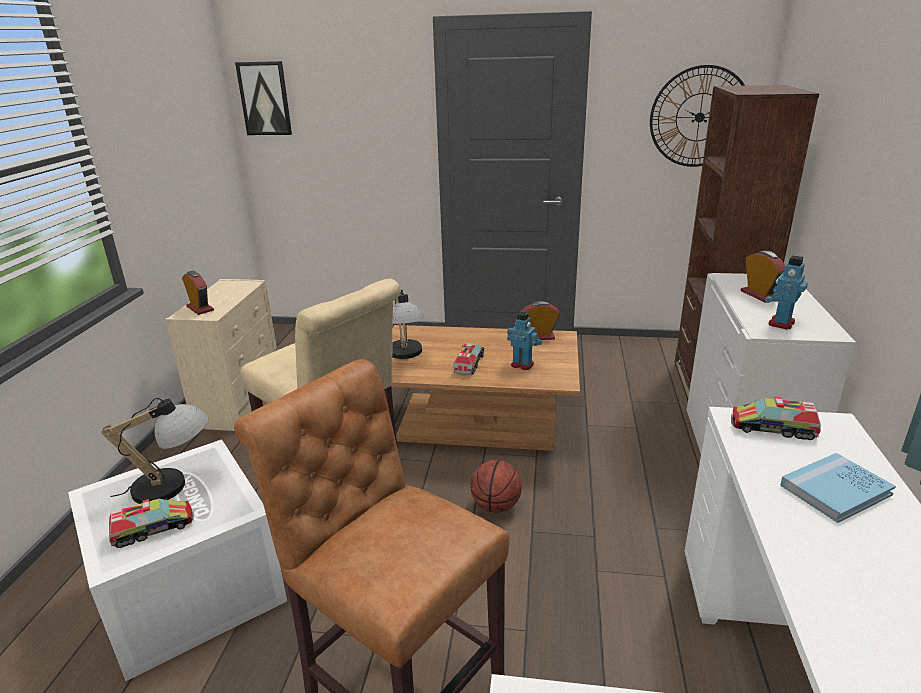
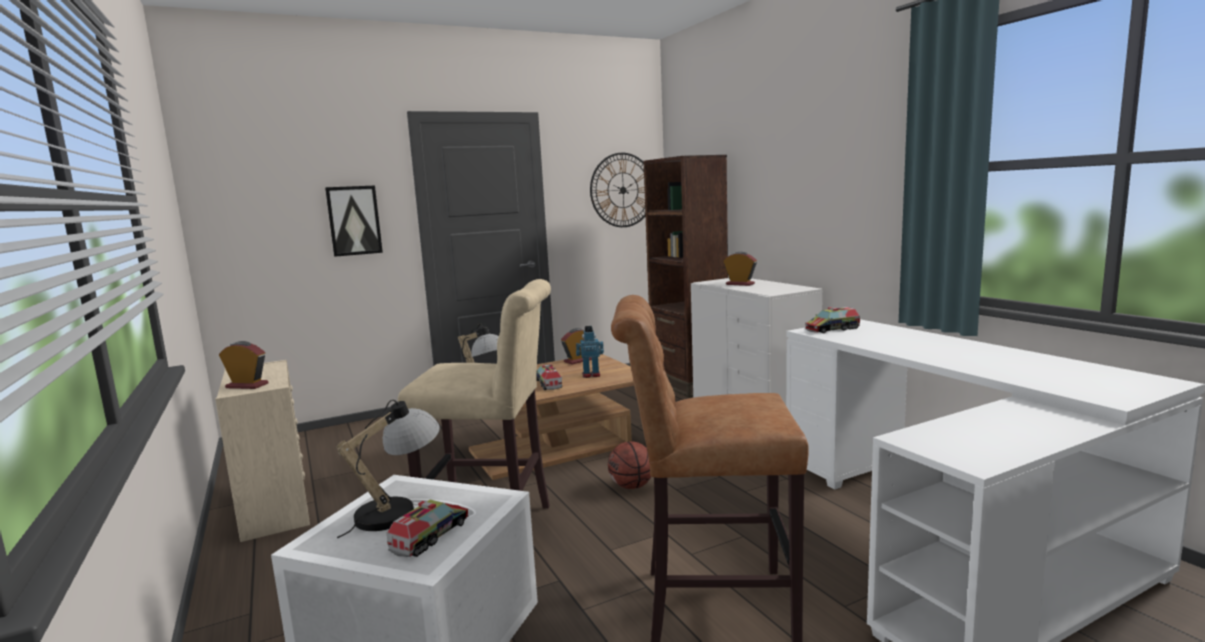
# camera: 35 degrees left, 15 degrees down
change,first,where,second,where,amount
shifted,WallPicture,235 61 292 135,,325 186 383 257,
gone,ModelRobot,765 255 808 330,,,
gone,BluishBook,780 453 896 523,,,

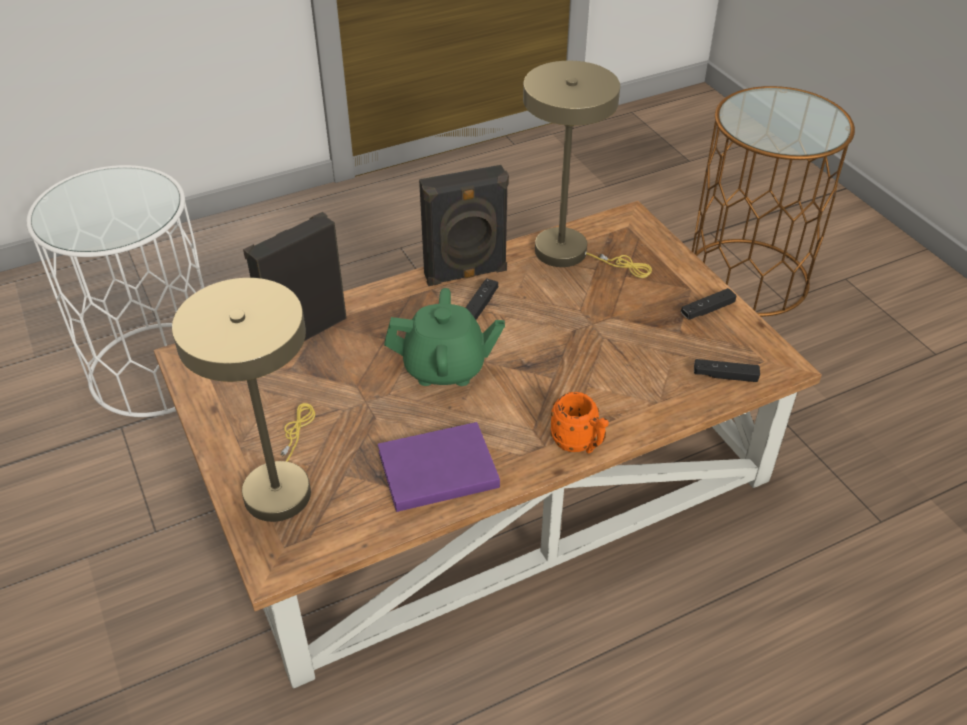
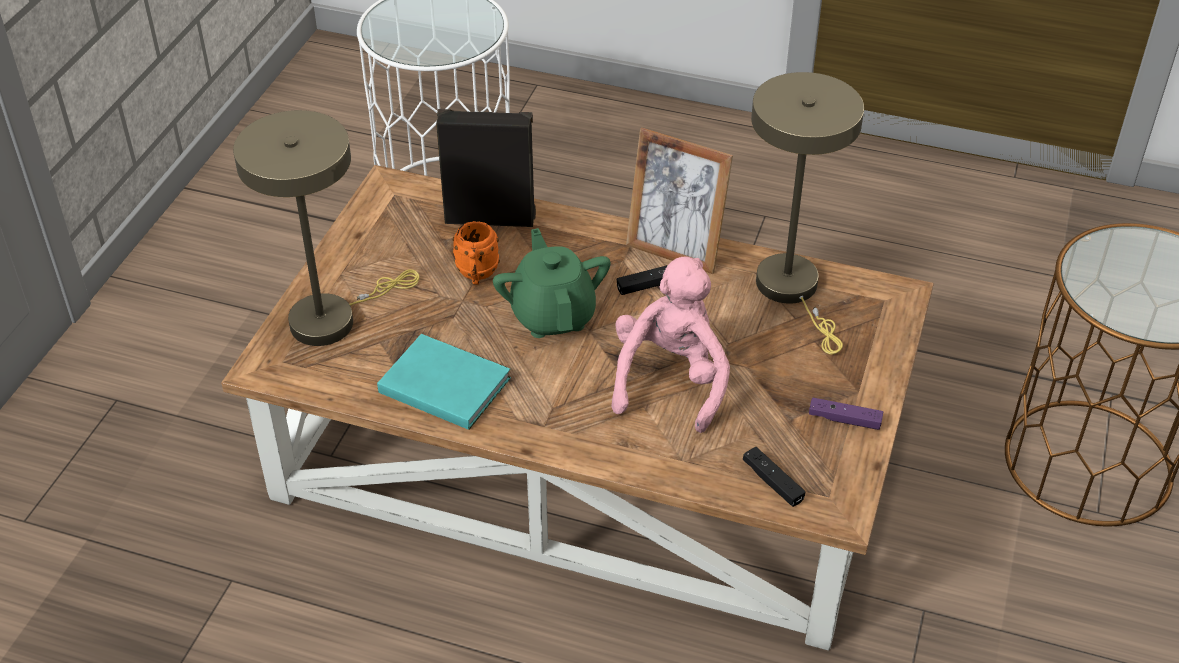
# camera: 45 degrees right, 0 degrees up
change,first,where,second,where,amount
repainted,PurplishBook,378 422 500 512,TurquoiseColouredBook,377 334 511 430,
rotated,GreenishPotForTea,384 288 505 386,,493 228 611 338,150 degrees counterclockwise
swapped,BlackLoudspeaker,419 165 509 286,PictureFrame,626 128 733 274,
shifted,OrangeColouredMug,550 392 609 454,,453 221 500 285,
repainted,BlackGamepad,681 288 736 320,PurplishGamepad,809 398 883 430,
new,,,PinkishSoftToy,611 256 730 433,

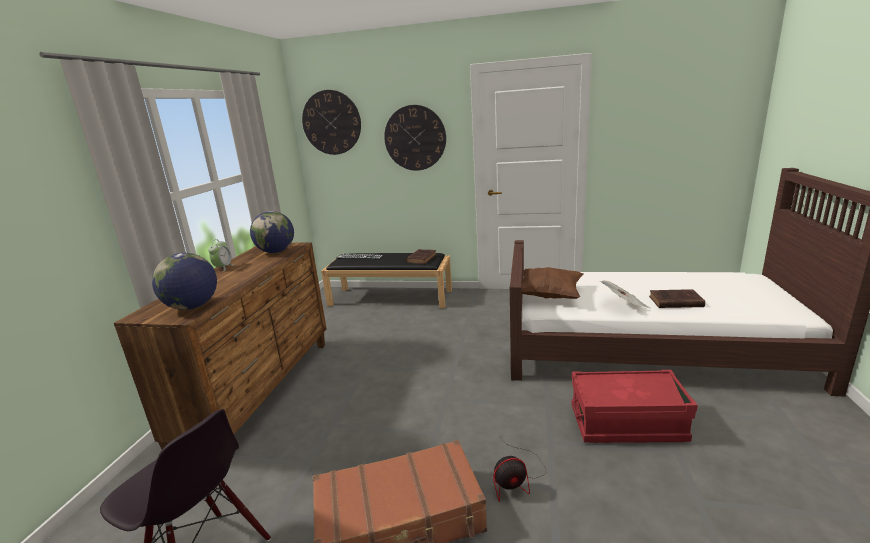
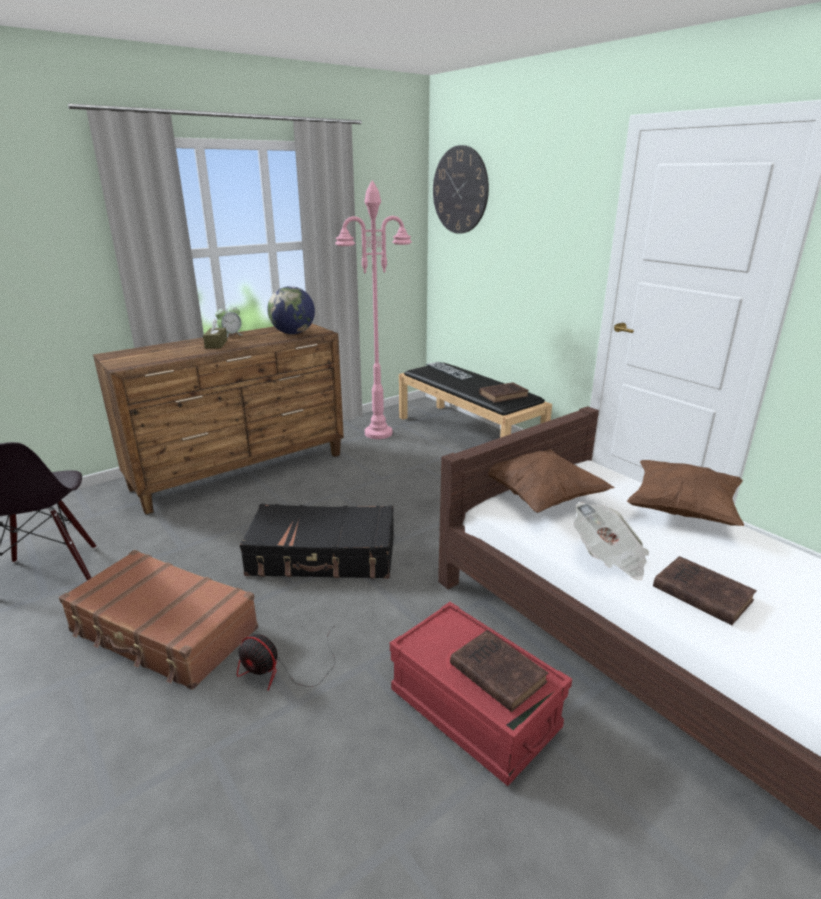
# camera: 40 degrees right, 5 degrees up
change,first,where,second,where,amount
gone,DeskGlobe,152 253 217 310,,,
gone,WallClock,384 105 446 171,,,
new,,,BrownishBoxOfTissues,203 319 227 349,
new,,,BlackSuitcase,240 504 394 579,
new,,,PinkishStandingLamp,335 180 412 439,
new,,,BrownishBook,450 630 548 712,
new,,,BrownishCushion,627 460 744 526,

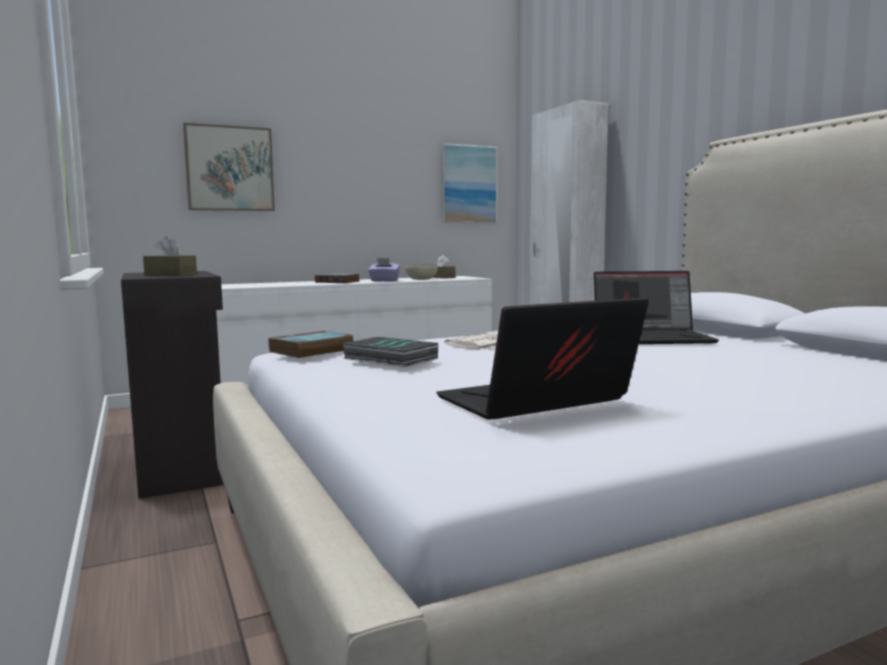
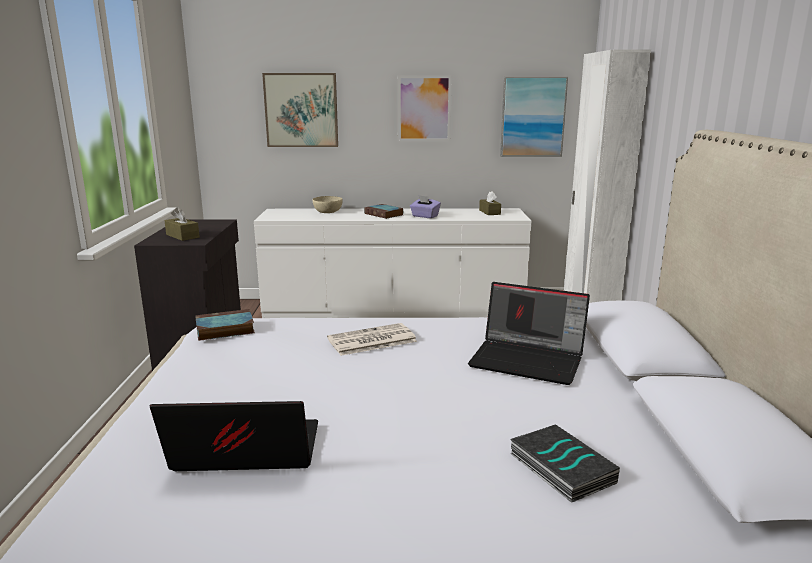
# camera: 25 degrees right, 10 degrees up
change,first,where,second,where,amount
shifted,Book,342 337 438 367,,510 425 620 503,
shifted,BeigeBowl,405 264 438 280,,313 196 343 213,
new,,,WallPicture,398 75 452 142,

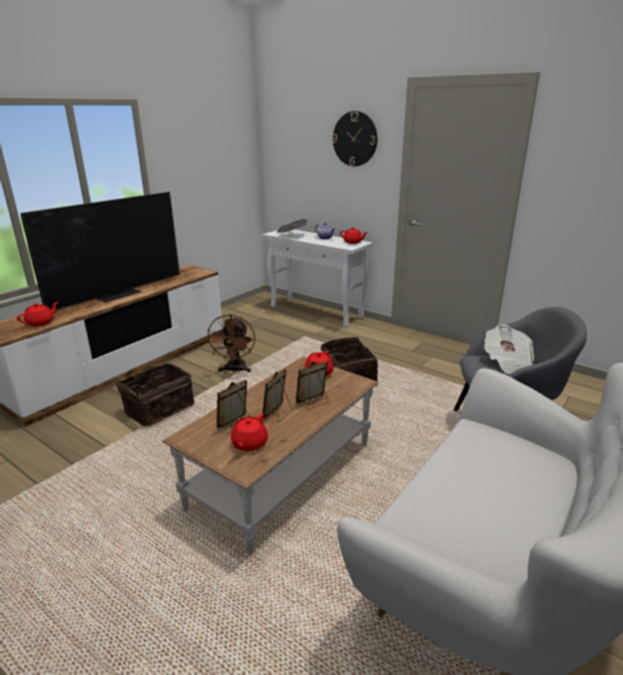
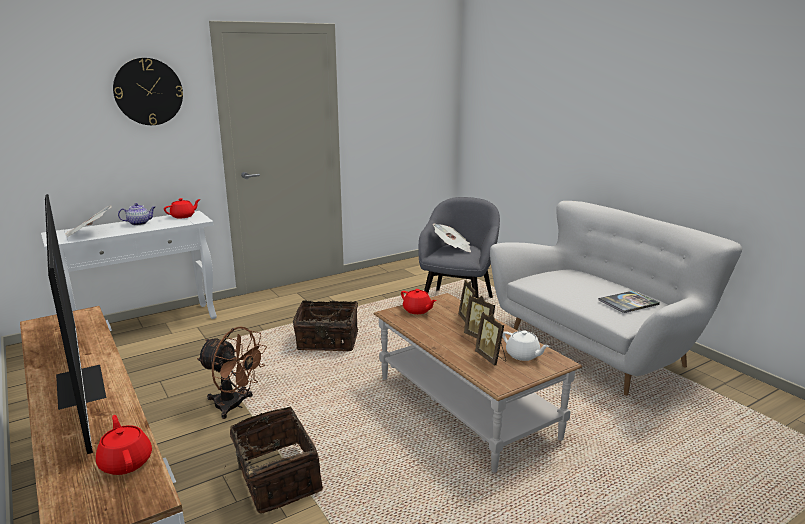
# camera: 70 degrees left, 5 degrees down
change,first,where,second,where,amount
repainted,RedPotForTea,231 414 268 451,WhiteColouredPotForTea,502 330 550 361,
new,,,Book,598 291 660 313,

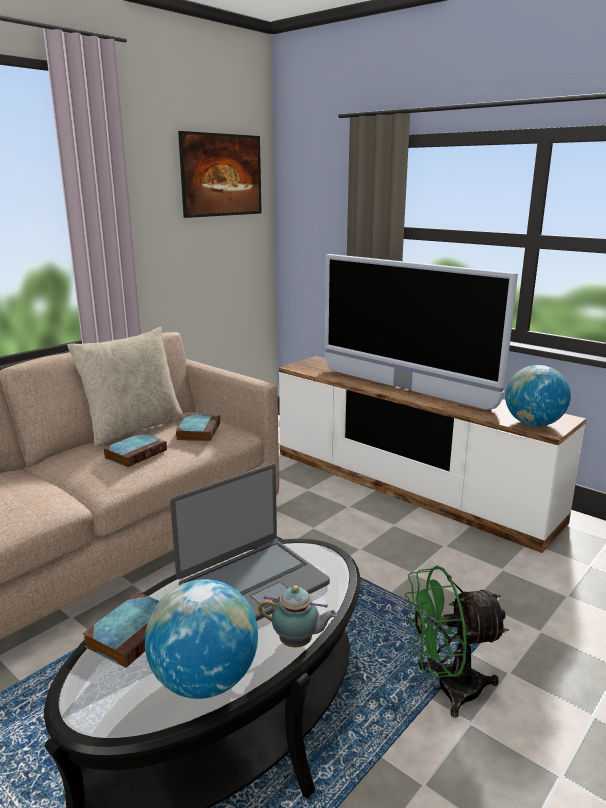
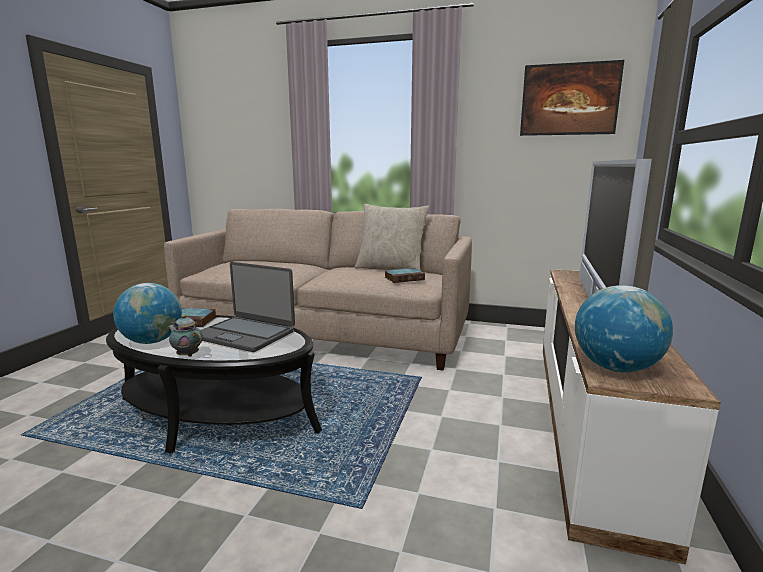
# camera: 65 degrees right, 5 degrees down
change,first,where,second,where,amount
gone,Book,104 433 167 467,,,
rotated,PotForTea,258 585 337 647,,168 315 203 357,135 degrees clockwise
gone,GreenishElectricFan,404 566 509 718,,,

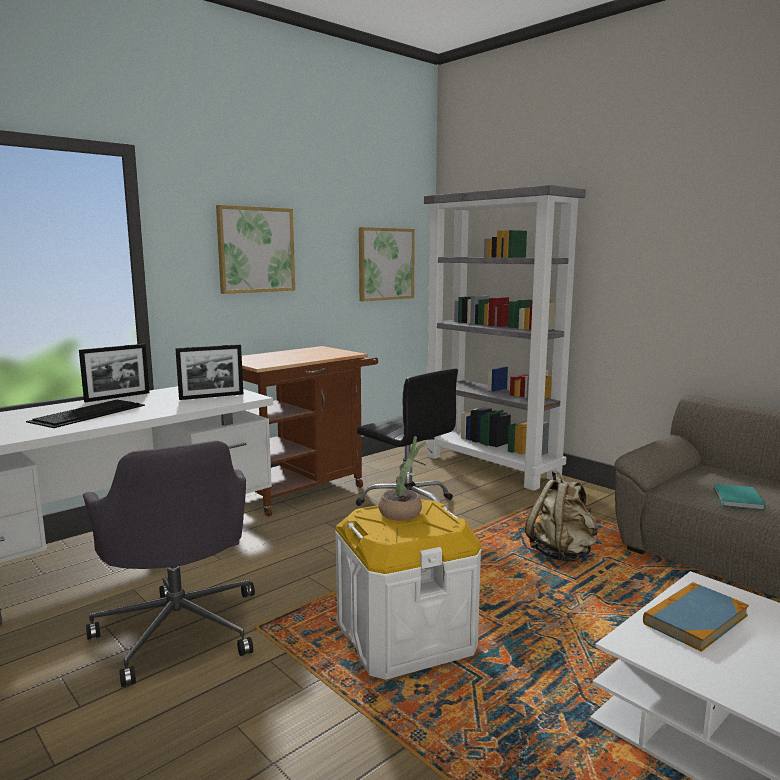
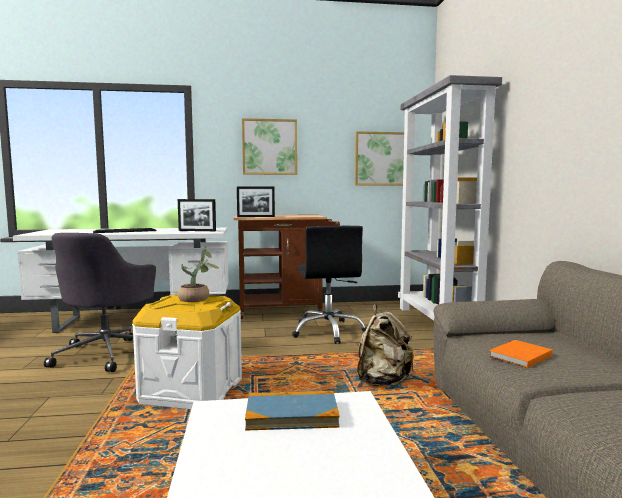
# camera: 35 degrees right, 5 degrees down
change,first,where,second,where,amount
shifted,PictureFrame,79 344 149 402,,237 186 275 217,
repainted,TurquoiseColouredBook,713 484 765 511,OrangeColouredBook,489 340 553 368,

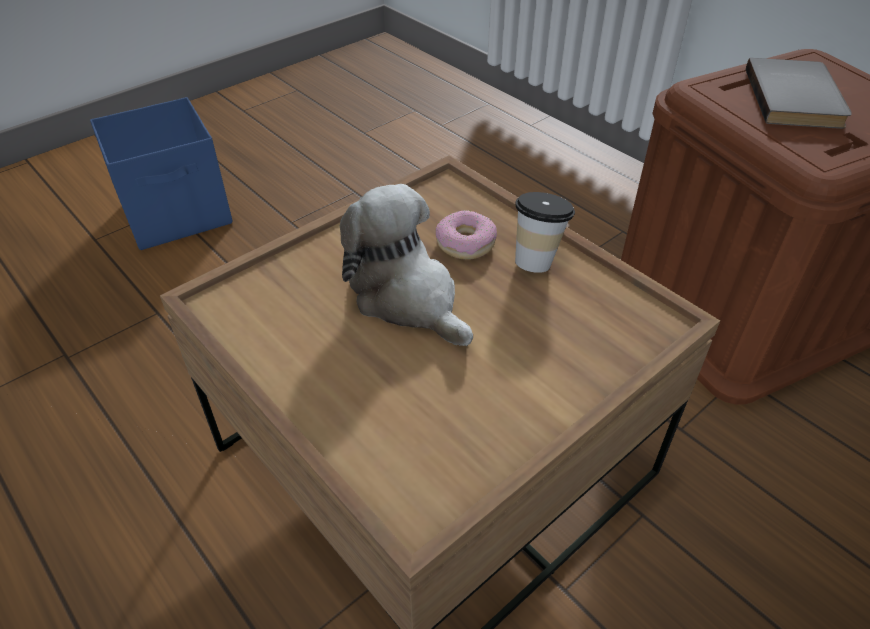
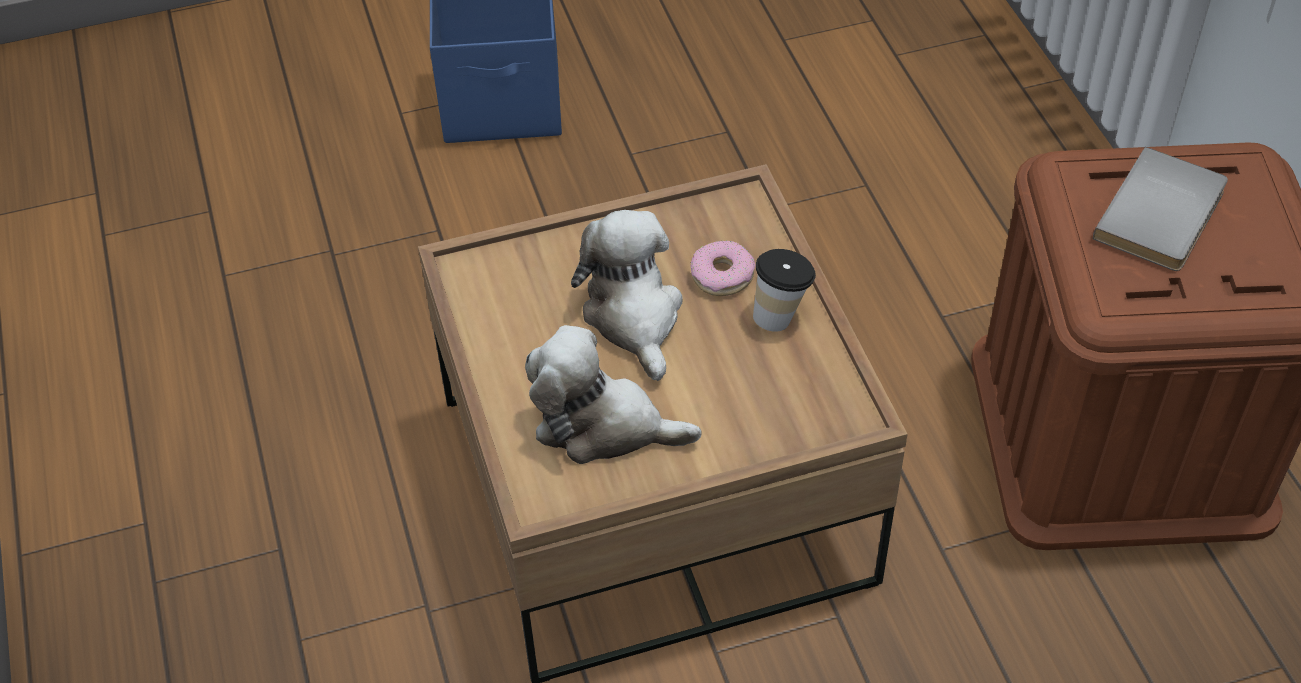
# camera: 25 degrees right, 5 degrees up
change,first,where,second,where,amount
new,,,SoftToy,525 325 702 464,

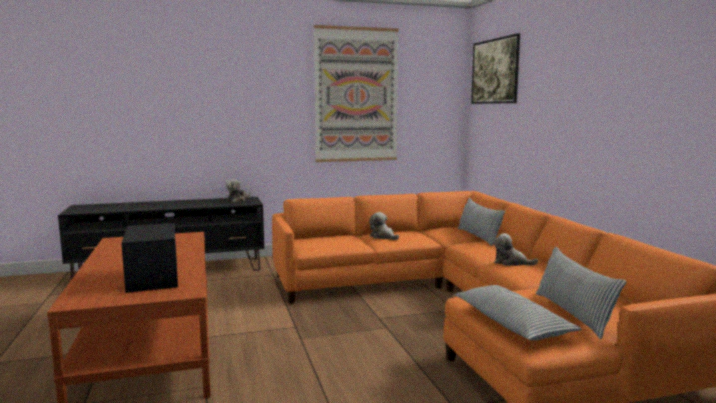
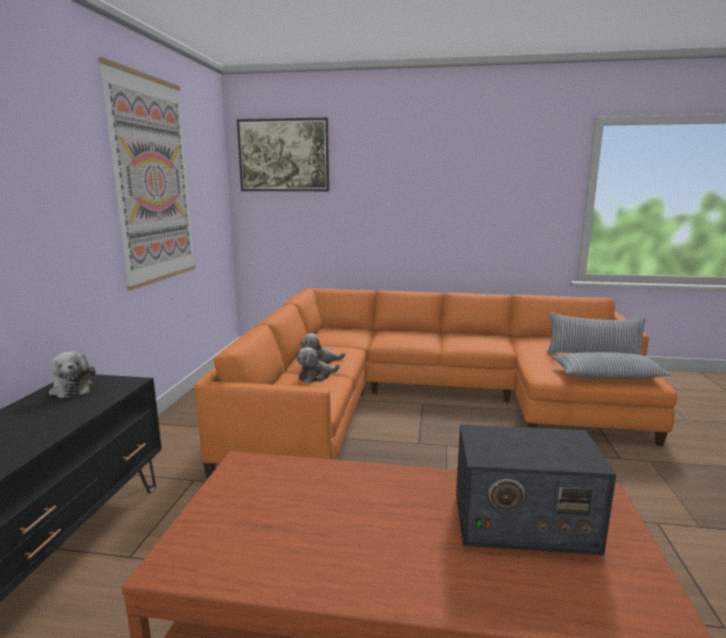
# camera: 65 degrees left, 5 degrees up
change,first,where,second,where,amount
gone,Cushion,458 198 505 246,,,
shifted,SoftToy,493 233 538 266,,297 347 340 383,

